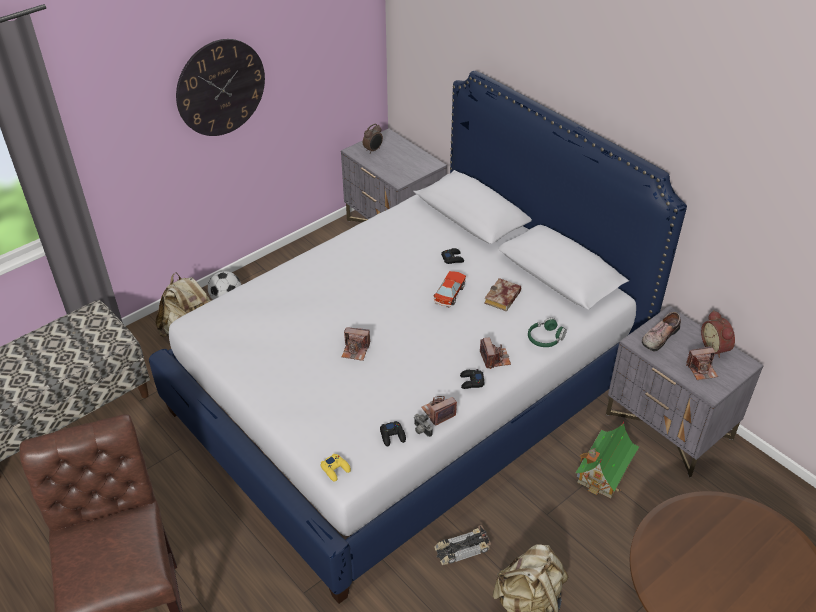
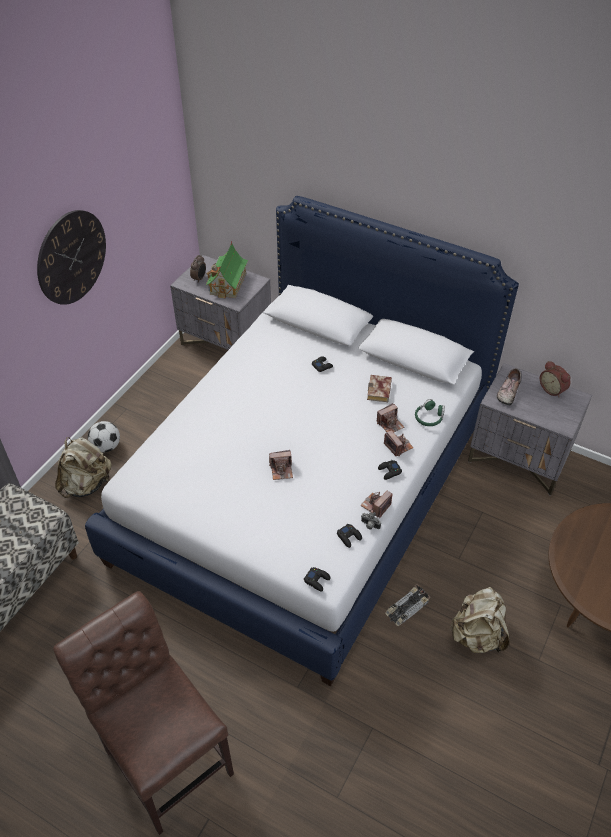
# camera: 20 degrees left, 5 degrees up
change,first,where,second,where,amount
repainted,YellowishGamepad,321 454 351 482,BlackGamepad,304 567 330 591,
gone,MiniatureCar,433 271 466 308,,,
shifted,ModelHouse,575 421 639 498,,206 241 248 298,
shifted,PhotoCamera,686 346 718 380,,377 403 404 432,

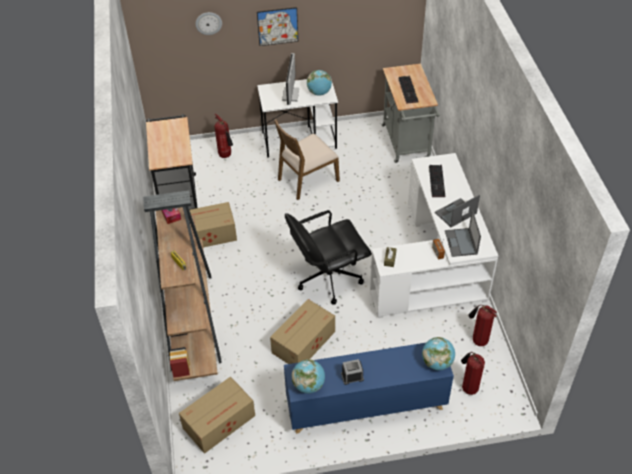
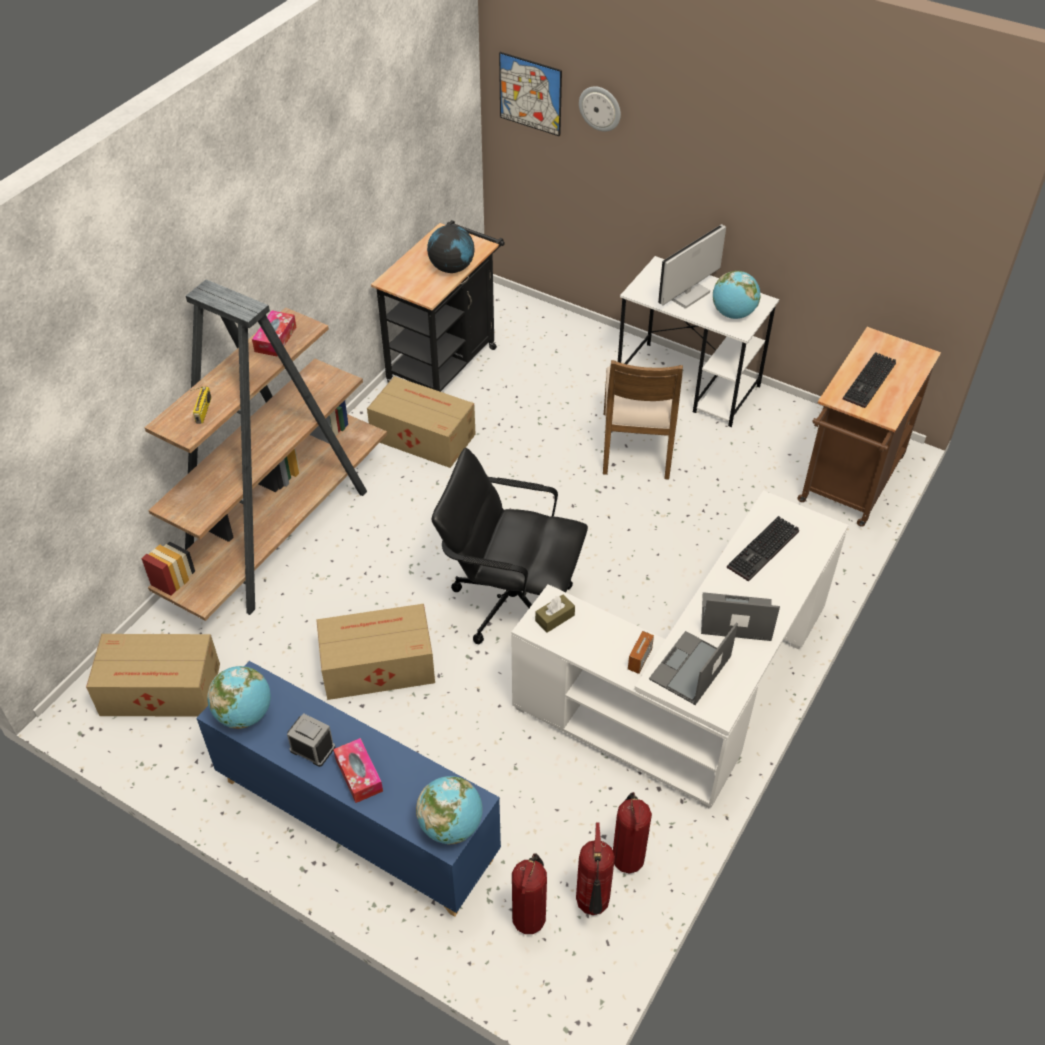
# camera: 40 degrees right, 0 degrees up
change,first,where,second,where,amount
shifted,FireExtinguisher,215 113 233 158,,576 823 615 915,
shifted,WallPicture,257 7 298 46,,499 52 562 137,
rotated,BrownishPlainChair,274 119 340 200,,603 360 683 480,90 degrees counterclockwise
repainted,GreyishCart,382 64 440 163,BrownishCart,797 327 941 527,
new,,,BoxOfTissues,333 738 383 803,
new,,,DeskGlobe,427 225 475 273,

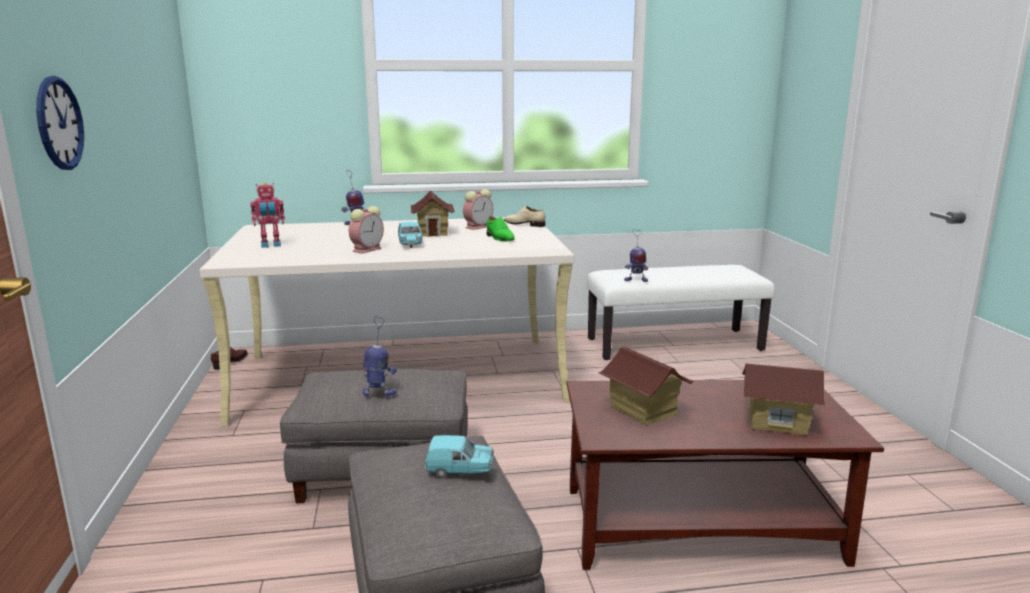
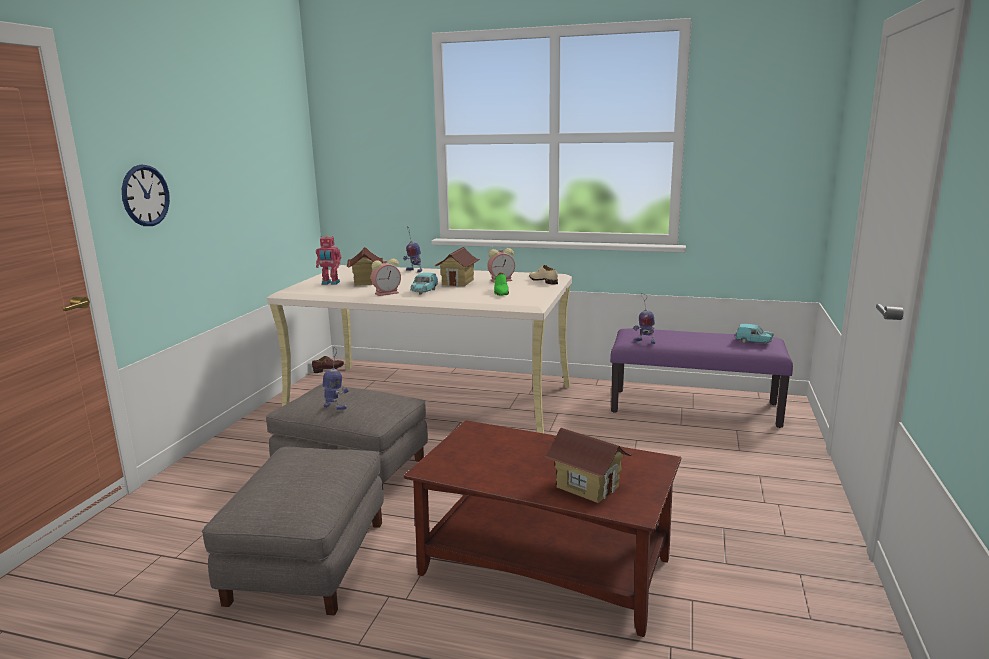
# camera: 25 degrees right, 0 degrees up
change,first,where,second,where,amount
shifted,TurquoiseColouredMiniatureCar,425 435 494 478,,735 324 774 344,
repainted,WhiteColouredBench,587 265 775 360,PurplishBench,610 328 793 428,
shifted,ModelHouse,598 346 694 426,,347 247 383 286,

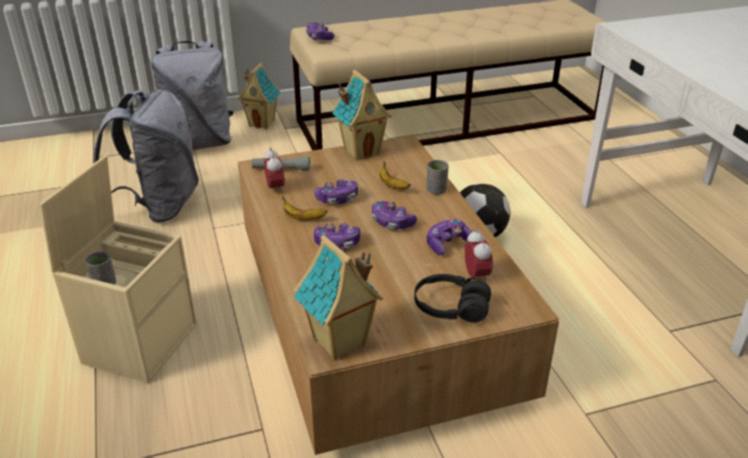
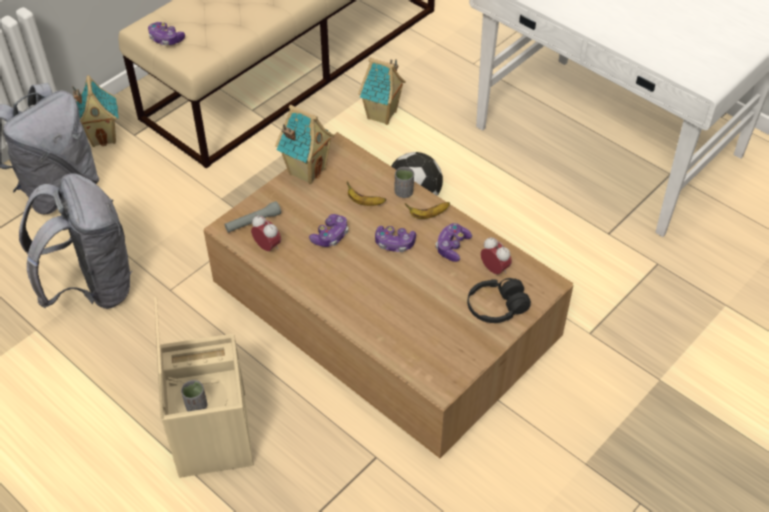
# camera: 30 degrees left, 15 degrees up
change,first,where,second,where,amount
shifted,Banana,282 196 327 220,,405 202 450 219,
shifted,ModelHouse,294 235 383 361,,358 57 406 125,
gone,Gamepad,314 223 360 250,,,

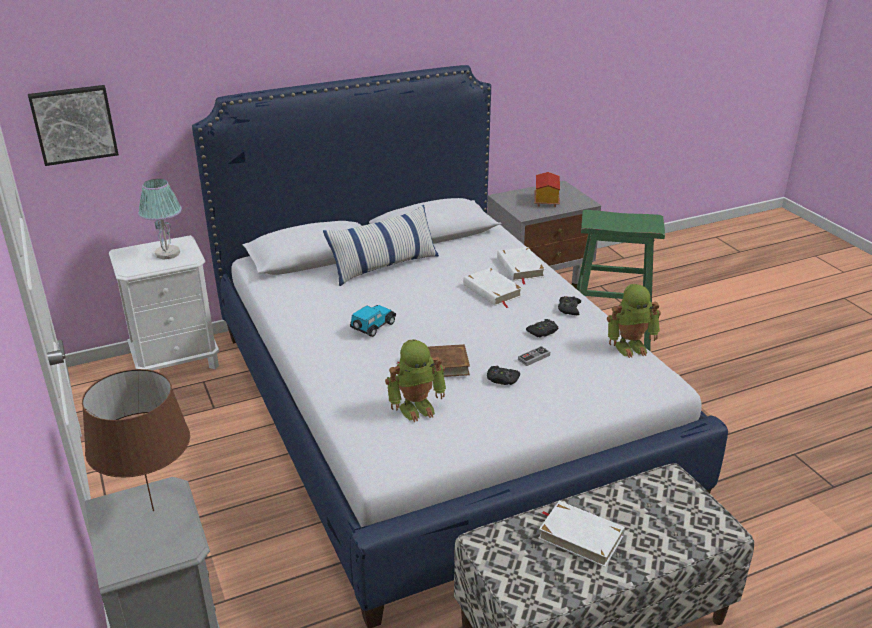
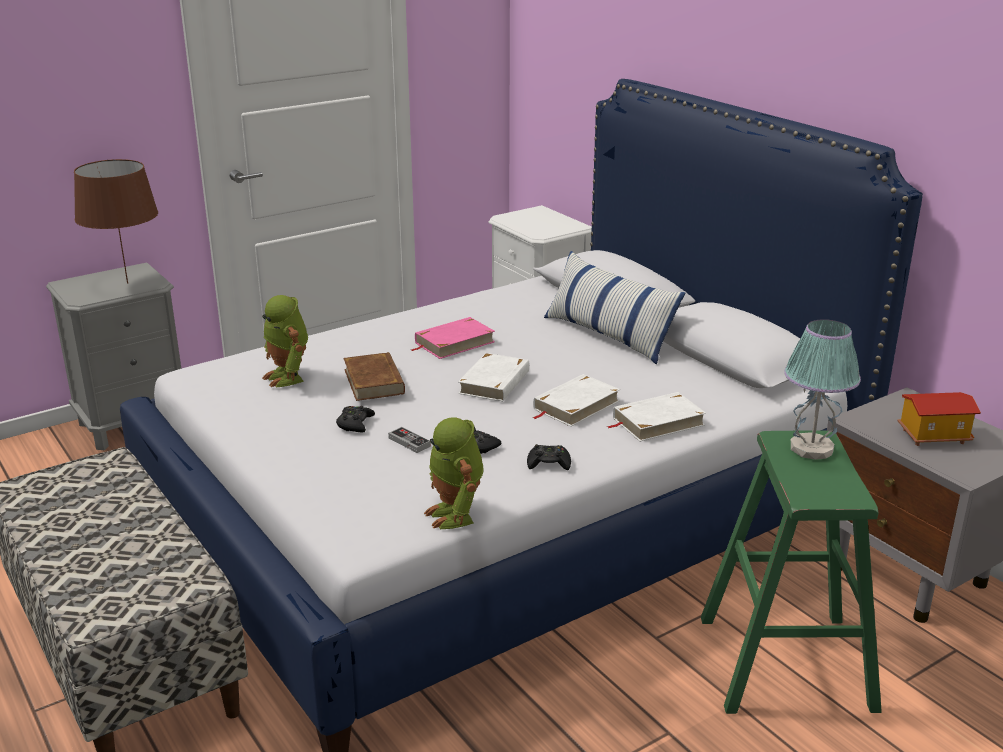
# camera: 80 degrees right, 5 degrees down
change,first,where,second,where,amount
gone,WallPicture,28 85 119 166,,,
shifted,TableLamp,138 179 182 260,,784 319 861 460,
swapped,MiniatureCar,350 305 396 337,PinkishBook,411 317 495 359,
shifted,WhiteColouredBook,538 501 625 567,,458 353 530 402,

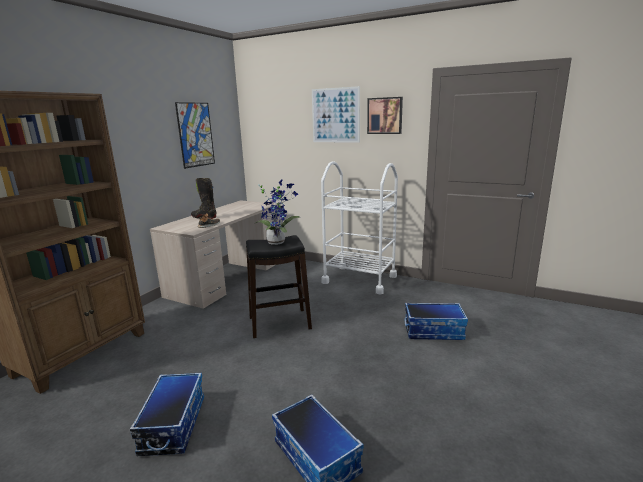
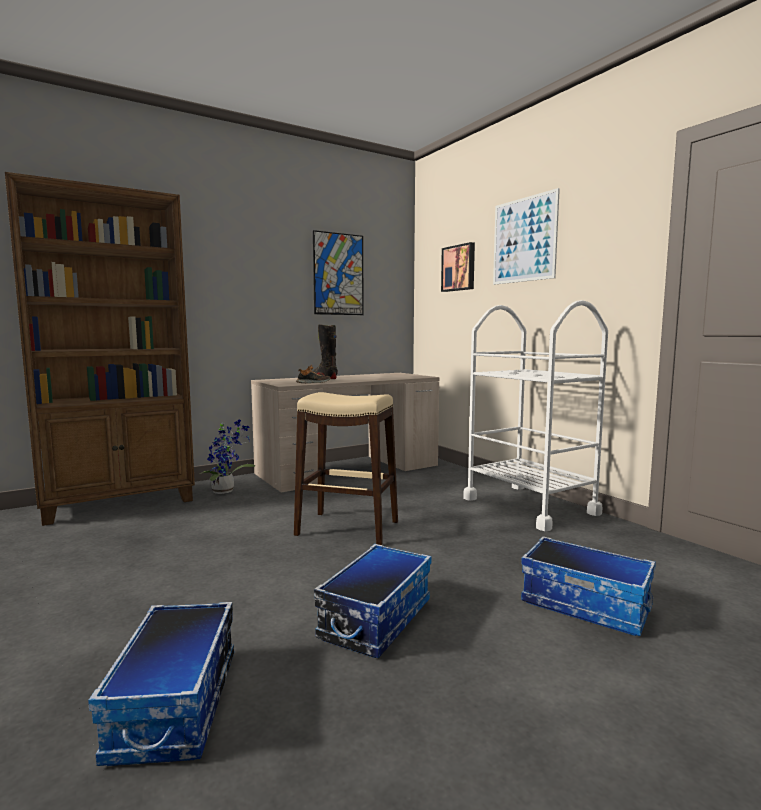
# camera: 30 degrees right, 10 degrees down
change,first,where,second,where,amount
shifted,StorageContainer,130 373 204 456,,314 544 432 658,
repainted,BlackSittingStool,246 235 312 338,BeigeSittingStool,294 392 398 545,
shifted,PlantInAPot,256 179 299 245,,200 420 255 494,
shifted,WallPicture,367 97 403 134,,441 242 475 292,

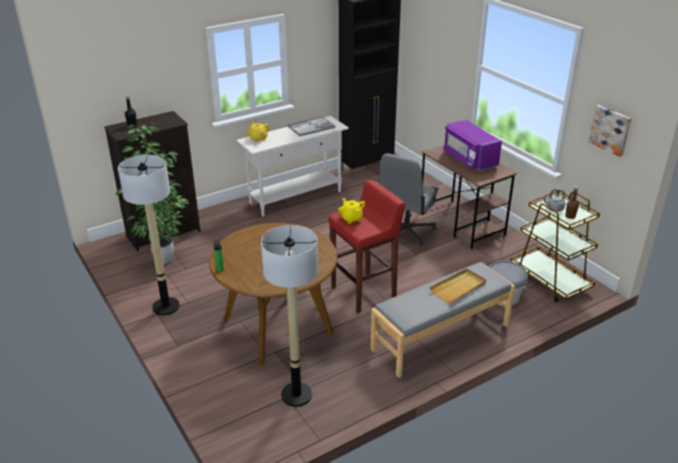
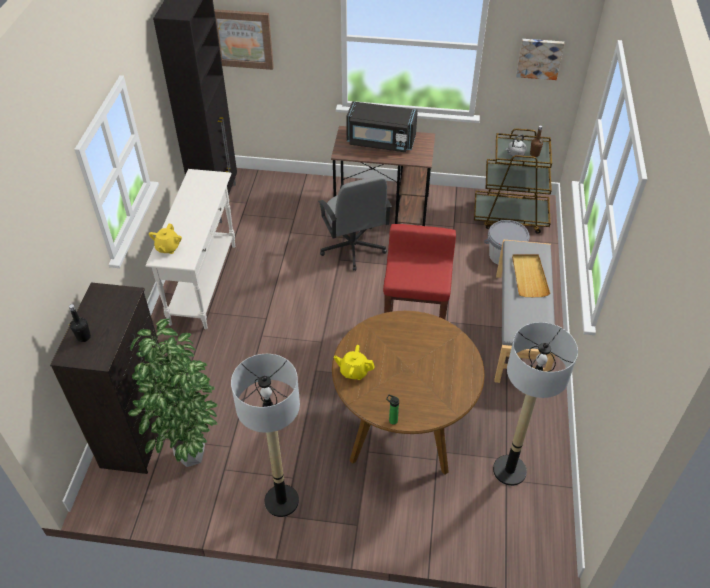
# camera: 50 degrees left, 15 degrees up
change,first,where,second,where,amount
gone,ServingTray,288 117 336 136,,,
shifted,YellowishPotForTea,338 198 365 224,,334 345 375 380,
repainted,PurplishMicrowaveOven,443 119 502 171,BlackMicrowaveOven,346 101 418 152,
new,,,WallPicture,214 9 274 70,

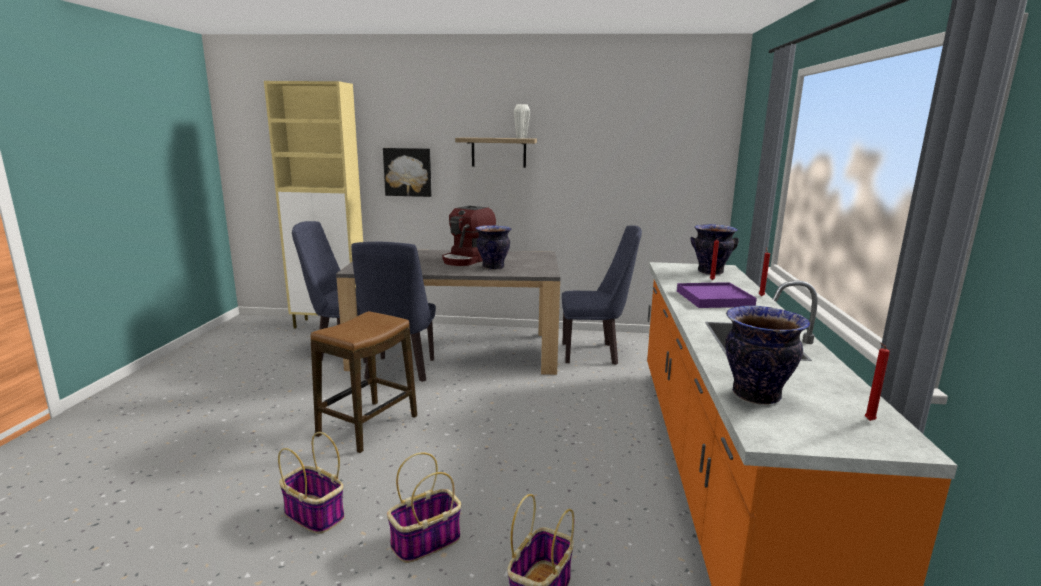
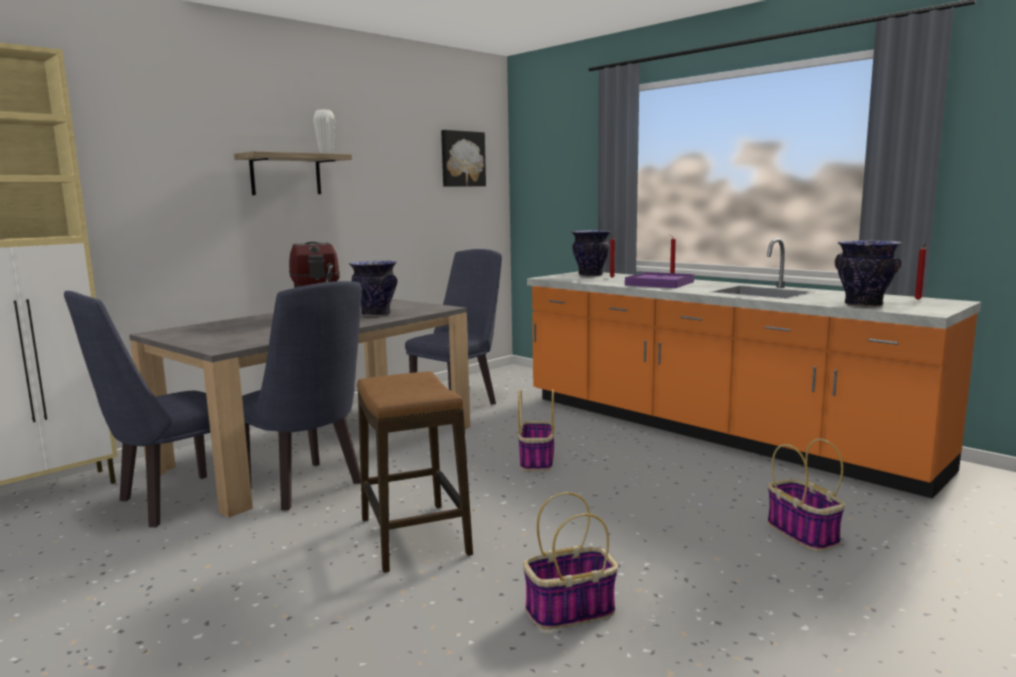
# camera: 50 degrees left, 5 degrees down
change,first,where,second,where,amount
shifted,WallPicture,383 148 432 197,,441 130 486 187,
shifted,Basket,387 452 461 563,,518 389 555 471,

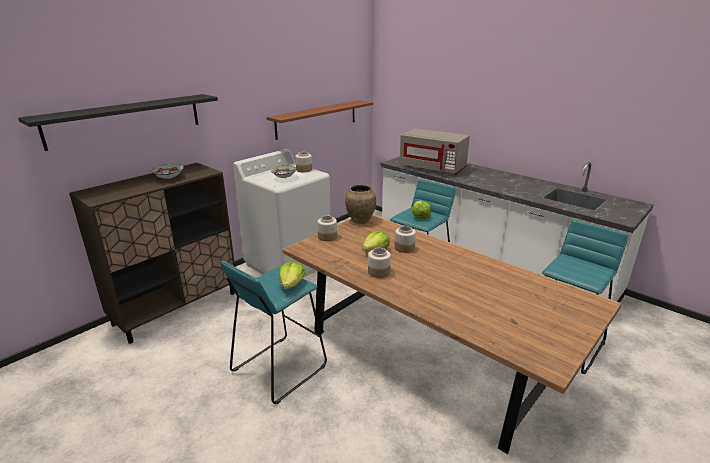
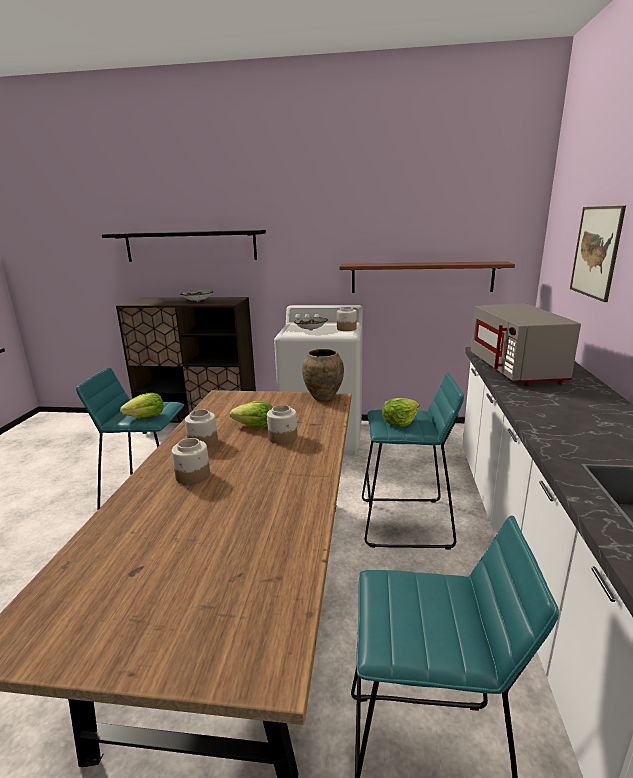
# camera: 55 degrees right, 5 degrees down
change,first,where,second,where,amount
shifted,Jar,317 216 337 241,,172 438 210 485,
new,,,WallPicture,570 206 626 302,

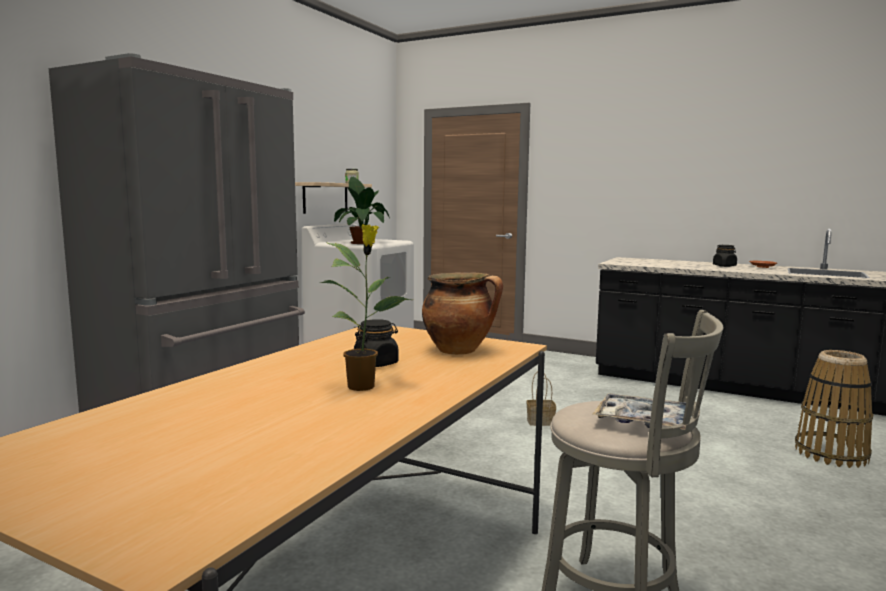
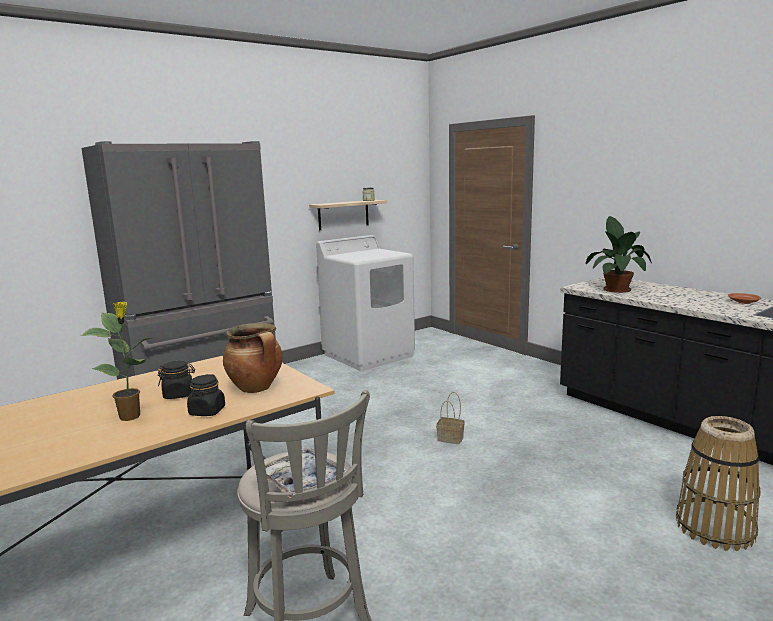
# camera: 25 degrees right, 5 degrees up
change,first,where,second,where,amount
shifted,PlantInAPot,334 177 390 244,,586 216 652 293,
shifted,BlackJar,713 245 737 267,,187 374 225 416,

